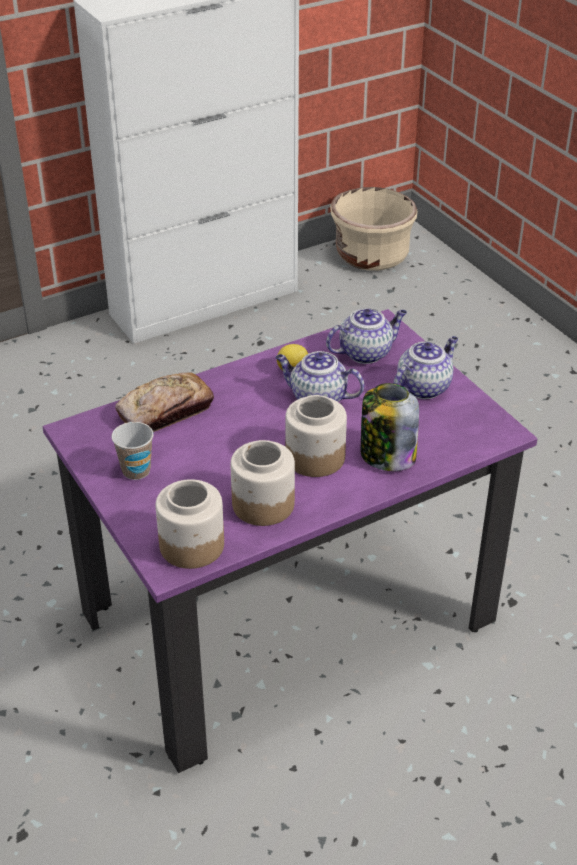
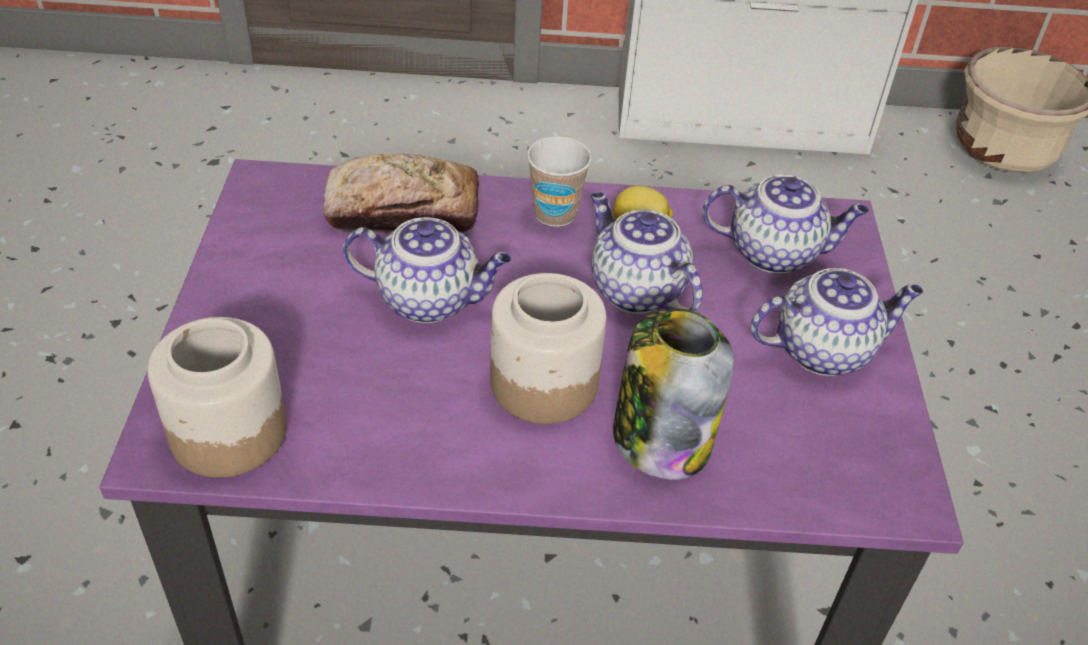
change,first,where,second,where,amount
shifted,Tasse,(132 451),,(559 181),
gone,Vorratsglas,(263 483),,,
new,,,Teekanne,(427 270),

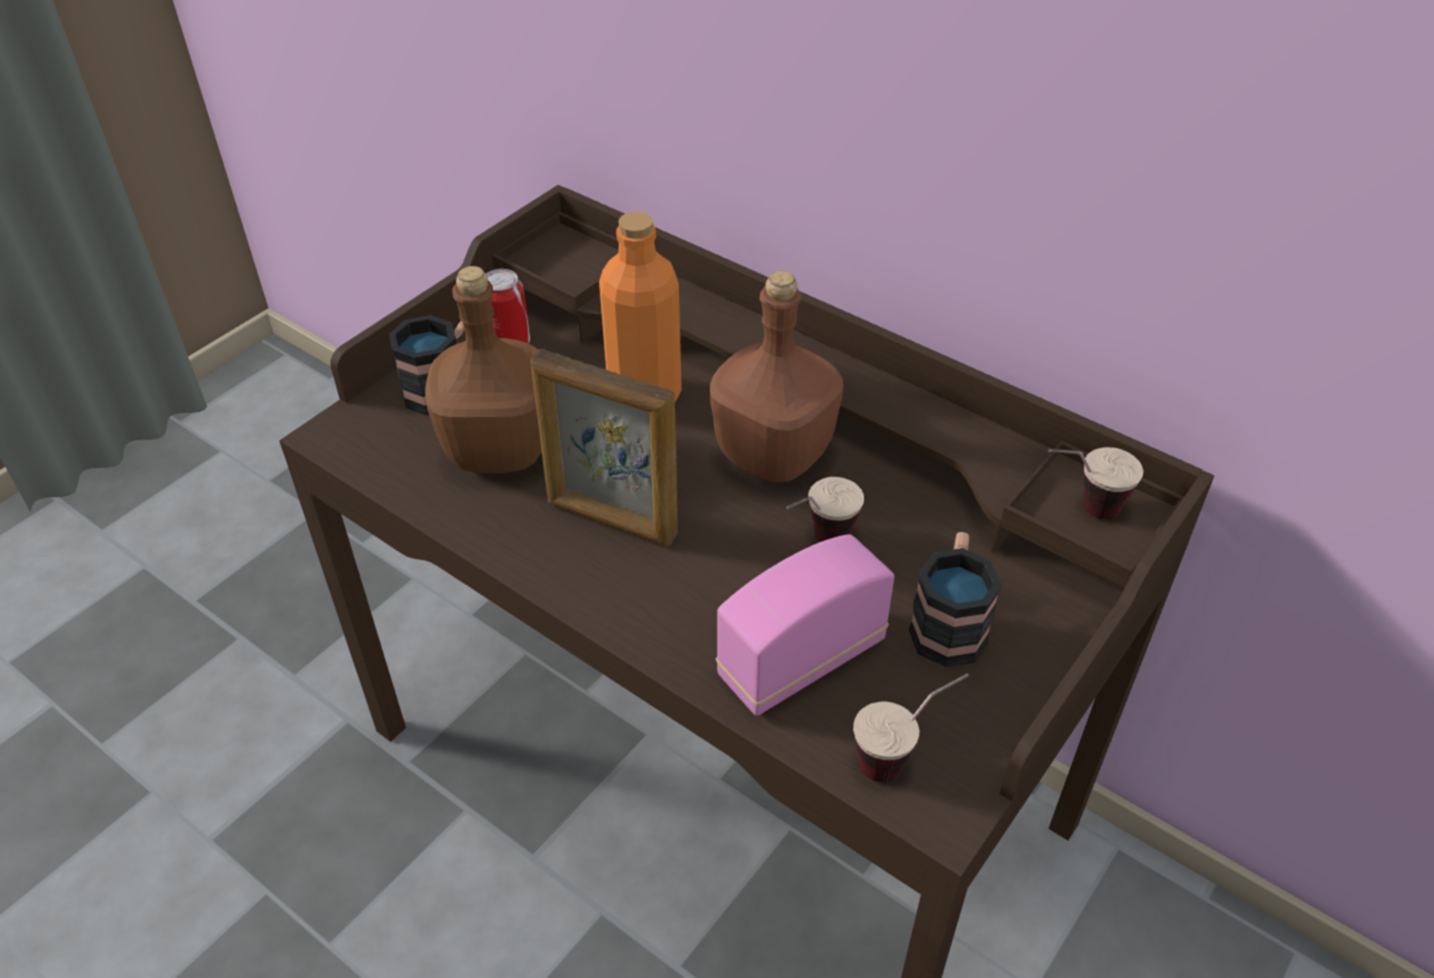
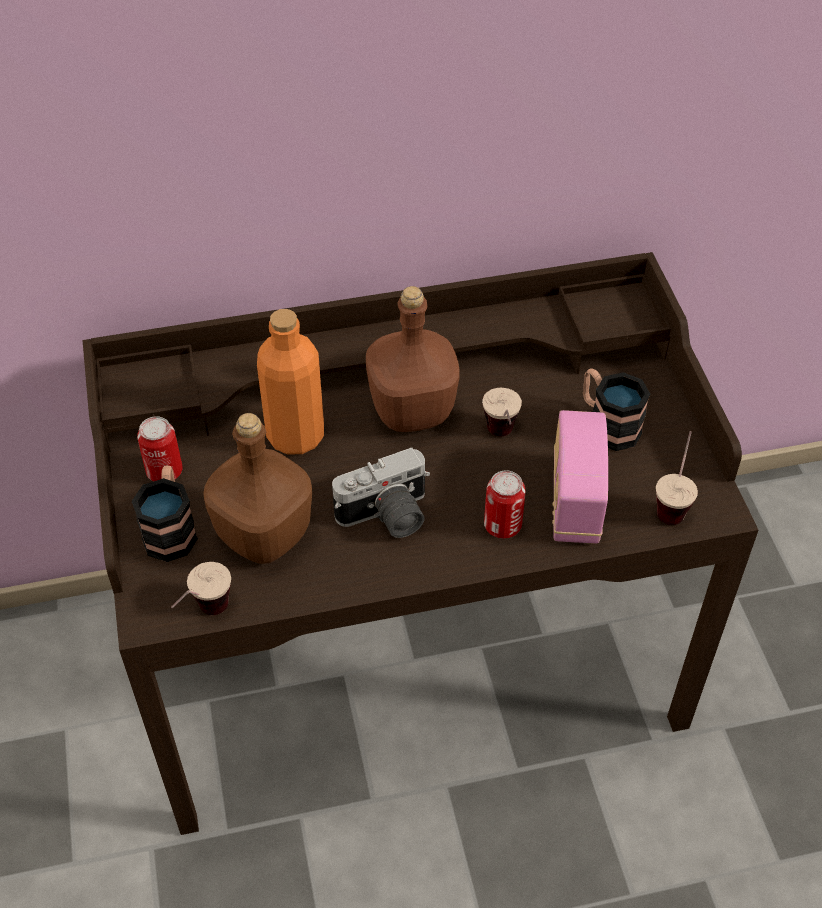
change,first,where,second,where,amount
swapped,Bilderrahmen,(604 447),Kamera,(381 493),
shifted,Tasse,(1095 483),,(201 588),
new,,,Dose,(504 504),

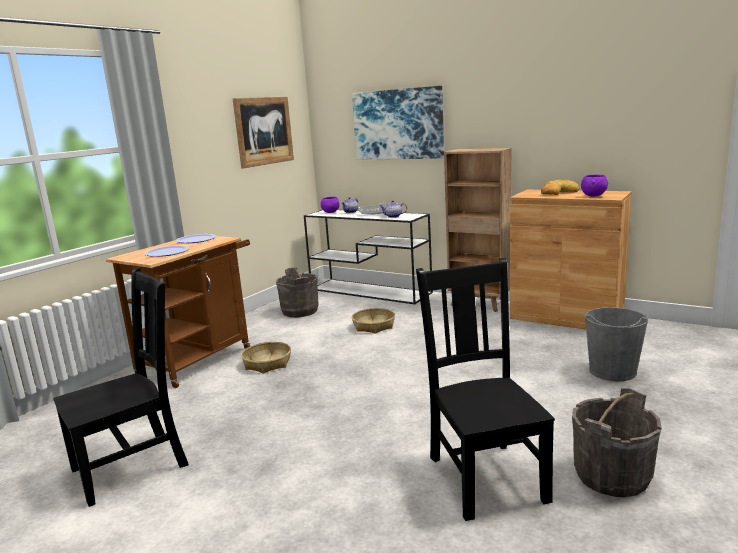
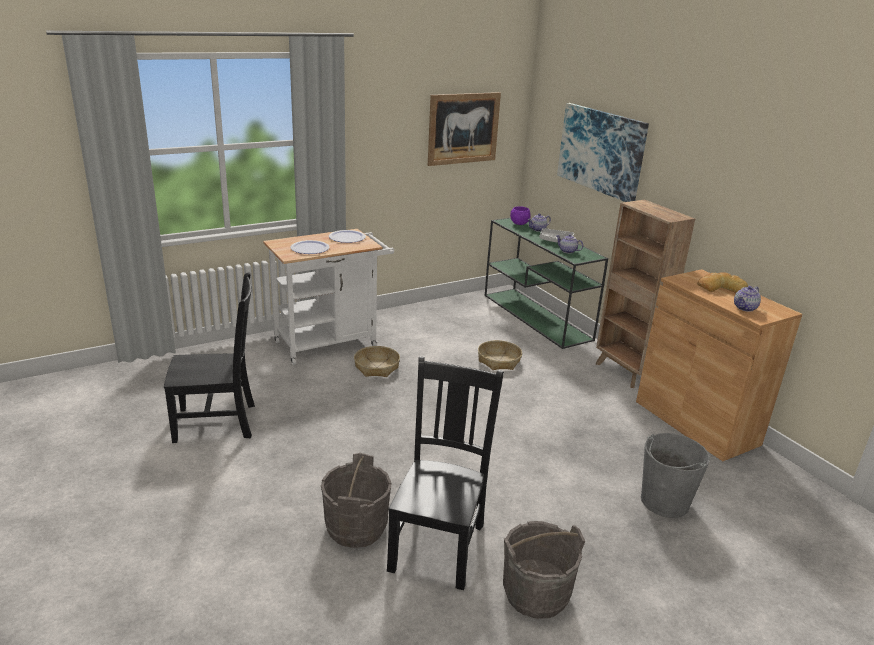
change,first,where,second,where,amount
swapped,Schüssel (lila),(594 186),Teekanne,(747 299),
repainted,Konsolentisch (weiß),(368 257),Konsolentisch (grün),(546 283),
repainted,Rollwagen (braun),(178 312),Rollwagen (weiß),(328 297),
shifted,Eimer (grau),(297 292),,(356 500),

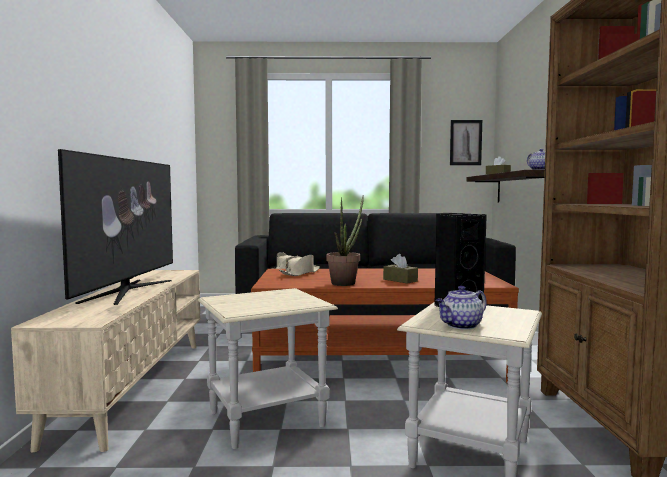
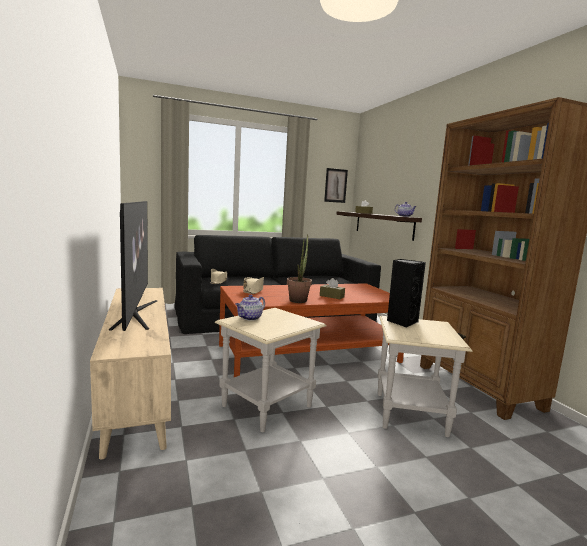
change,first,where,second,where,amount
shifted,Teekanne,(461 307),,(250 308),

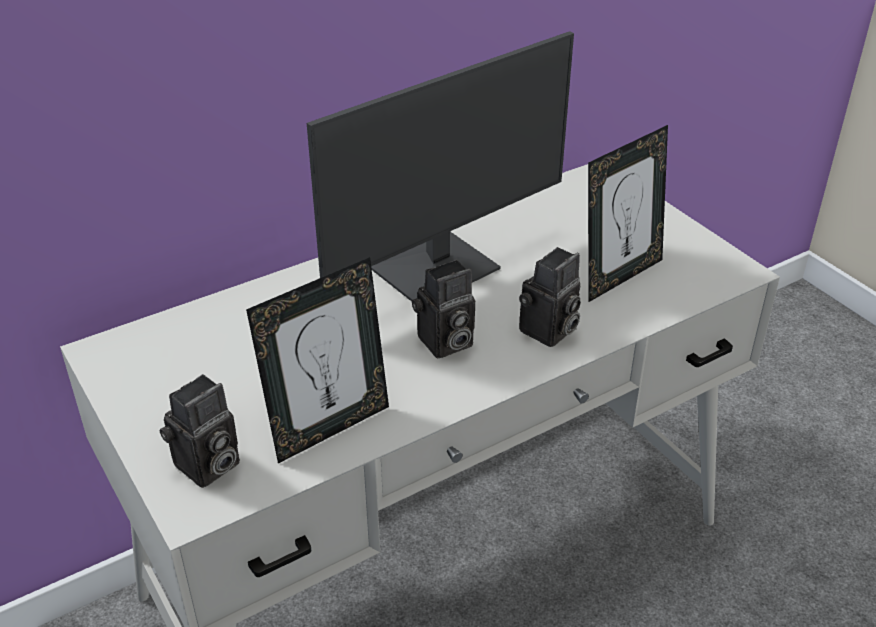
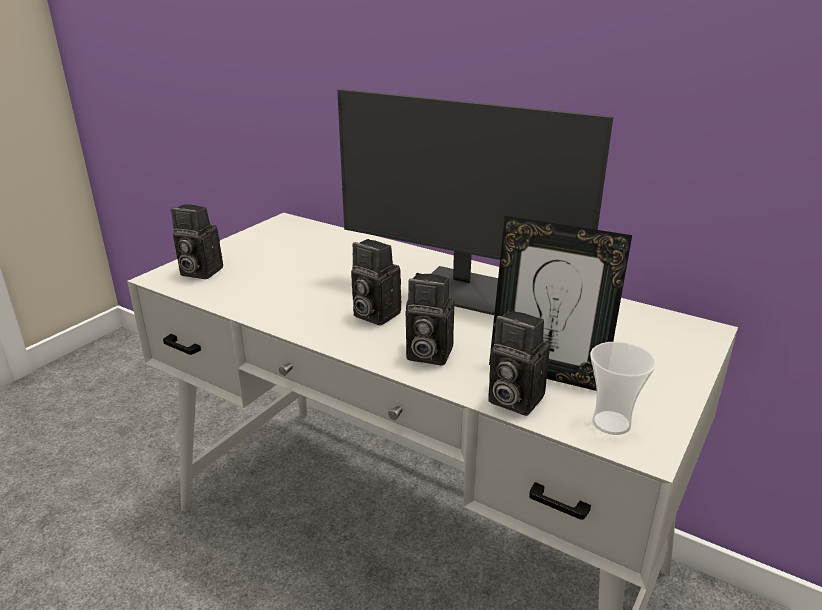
change,first,where,second,where,amount
gone,Bilderrahmen,(317 360),,,
new,,,Kamera,(519 362),
new,,,Tasse,(623 388),

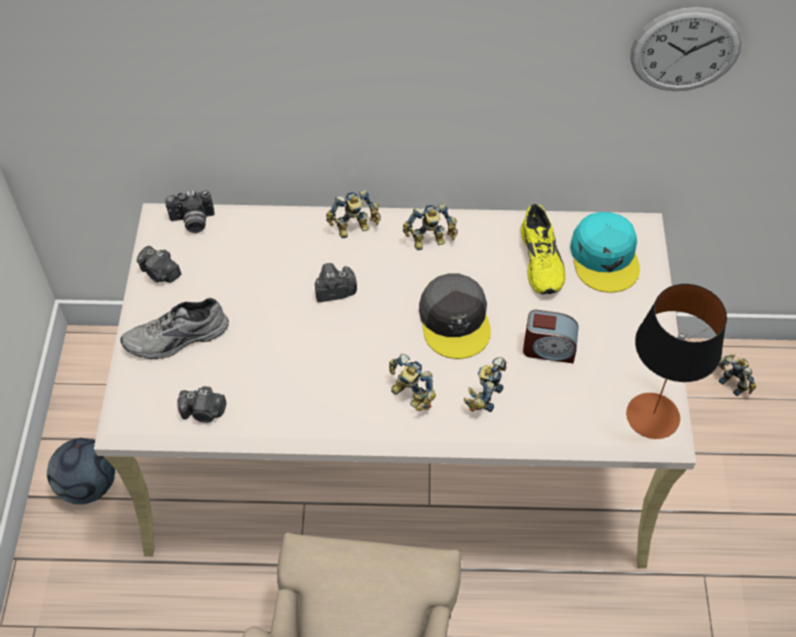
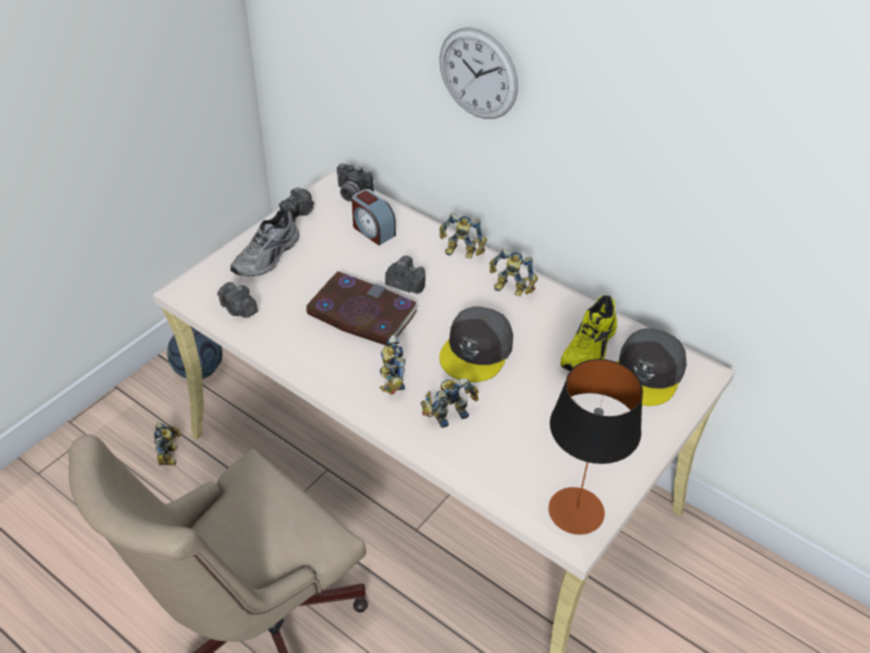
change,first,where,second,where,amount
shifted,Wanduhr,(686 49),,(478 73),
repainted,Kappe (türkis),(605 252),Kappe (grau),(652 367),
rotated,Kamera,(159 264),,(296 204),120 degrees counterclockwise
rotated,Schuh (grau),(174 328),,(264 242),75 degrees counterclockwise
shifted,Wecker,(550 336),,(374 217),
shifted,Spielzeugroboter,(737 375),,(167 443),
new,,,Buch,(362 308),

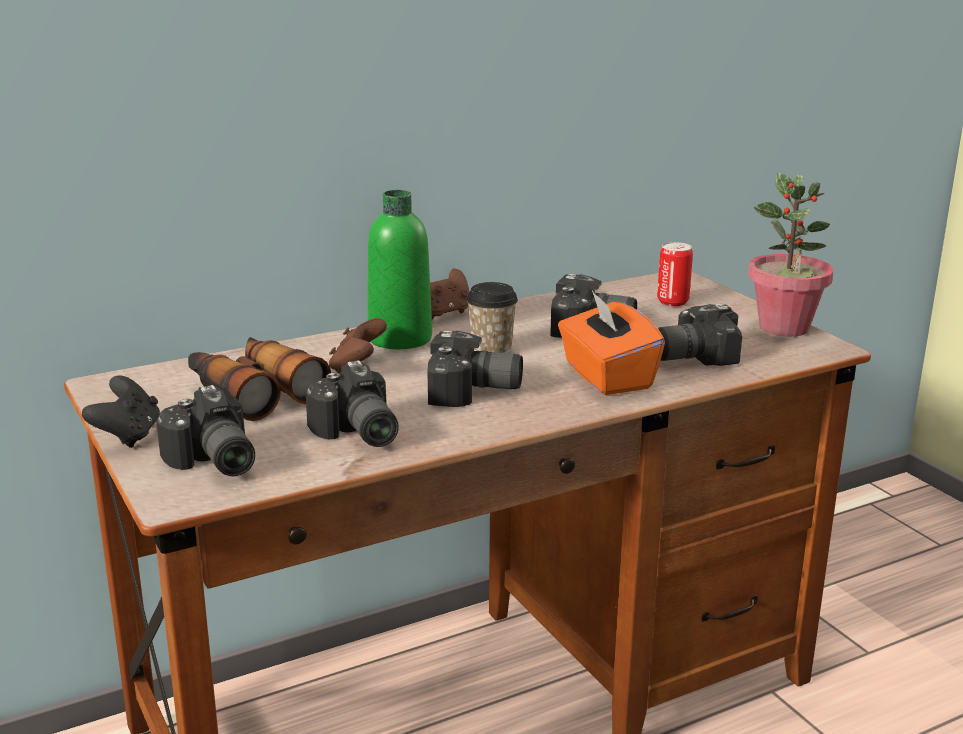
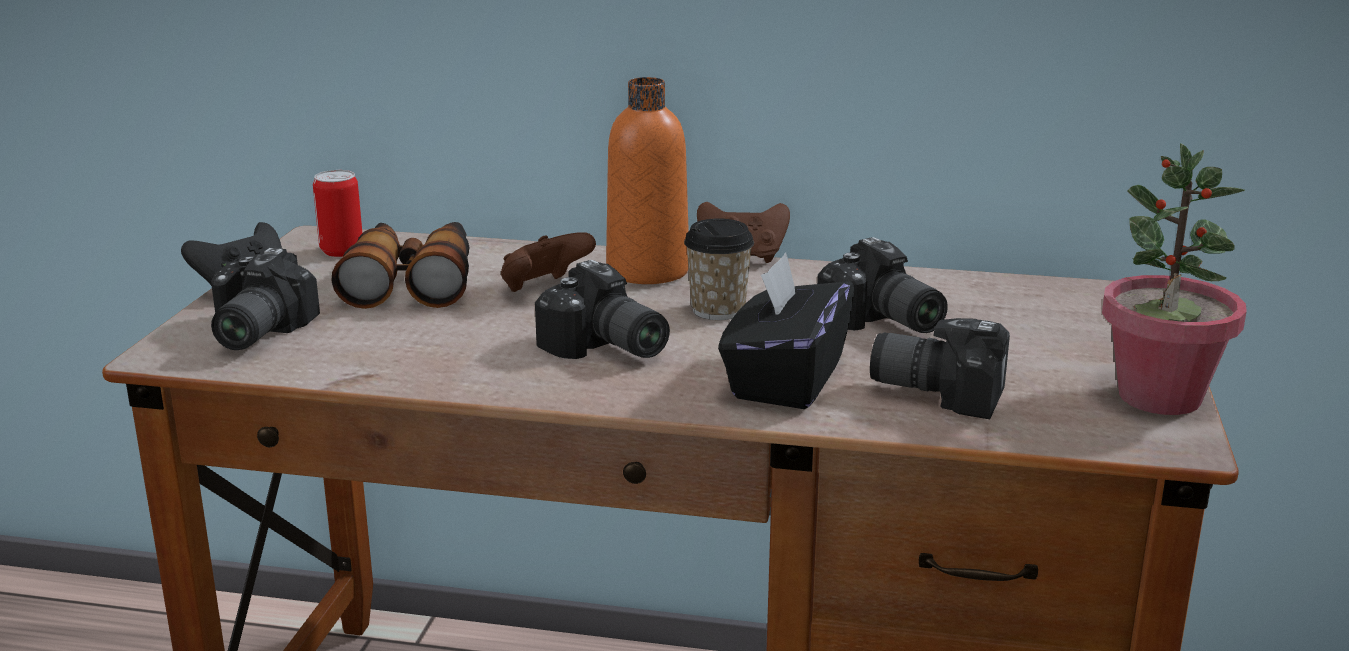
change,first,where,second,where,amount
repainted,Flasche (grün),(400 269),Flasche (orange),(647 180),
shifted,Dose,(675 274),,(337 213),
repainted,Taschentuchbox (orange),(611 343),Taschentuchbox (schwarz),(786 331),
gone,Kamera,(352 403),,,

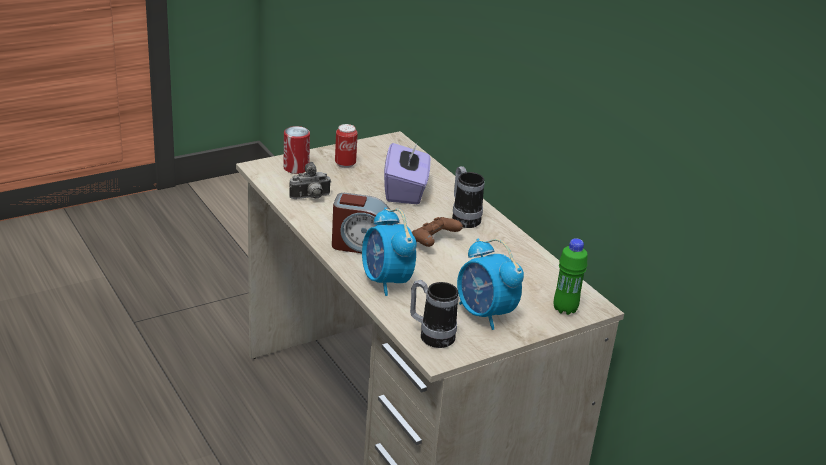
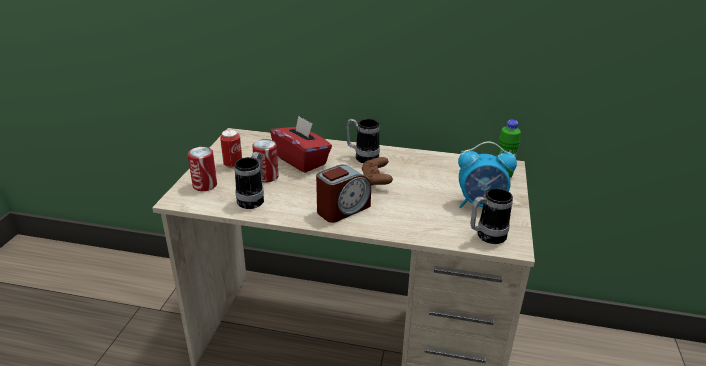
change,first,where,second,where,amount
repainted,Taschentuchbox (lila),(407 172),Taschentuchbox (rot),(301 144),
swapped,Kamera,(310 180),Henkelbecher,(249 180),
gone,Wecker,(389 251),,,
new,,,Dose,(265 161),

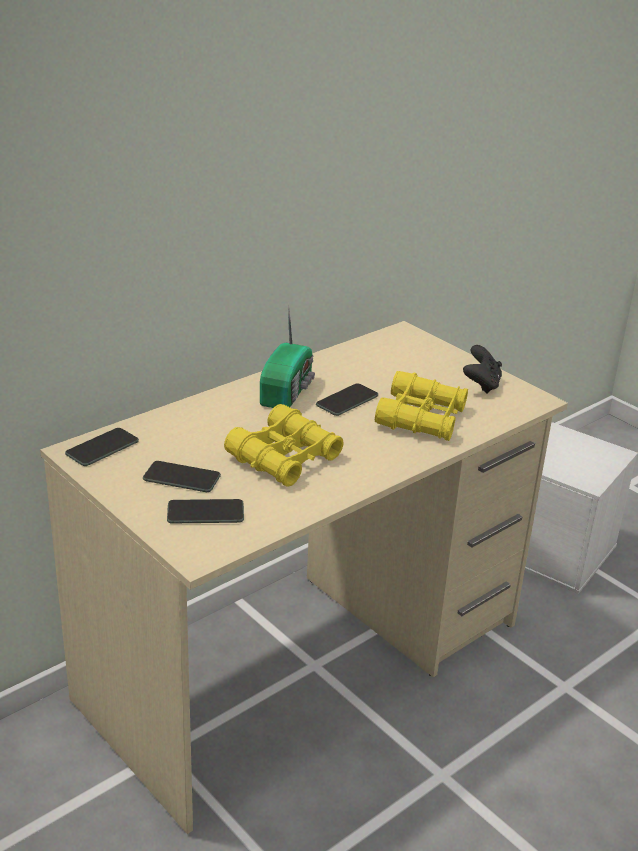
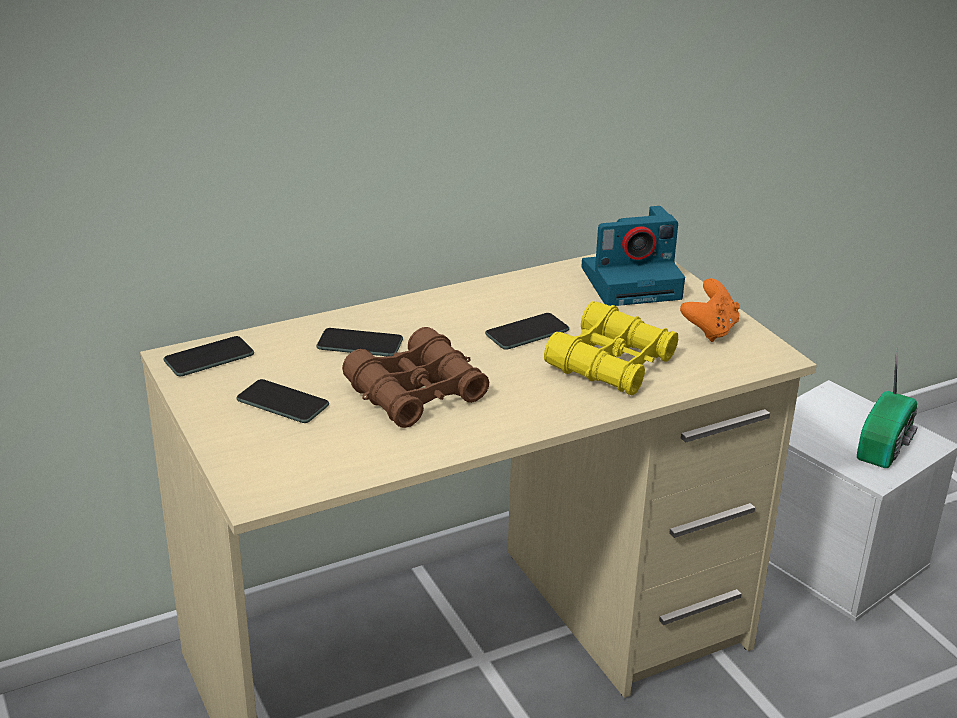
change,first,where,second,where,amount
shifted,Radio,(287 354),,(887 407),
repainted,Gamepad (schwarz),(482 369),Gamepad (orange),(710 310),
repainted,Fernglas (gelb),(284 445),Fernglas (braun),(415 377),
shifted,Handy,(205 511),,(359 342),
new,,,Kamera,(633 256),

